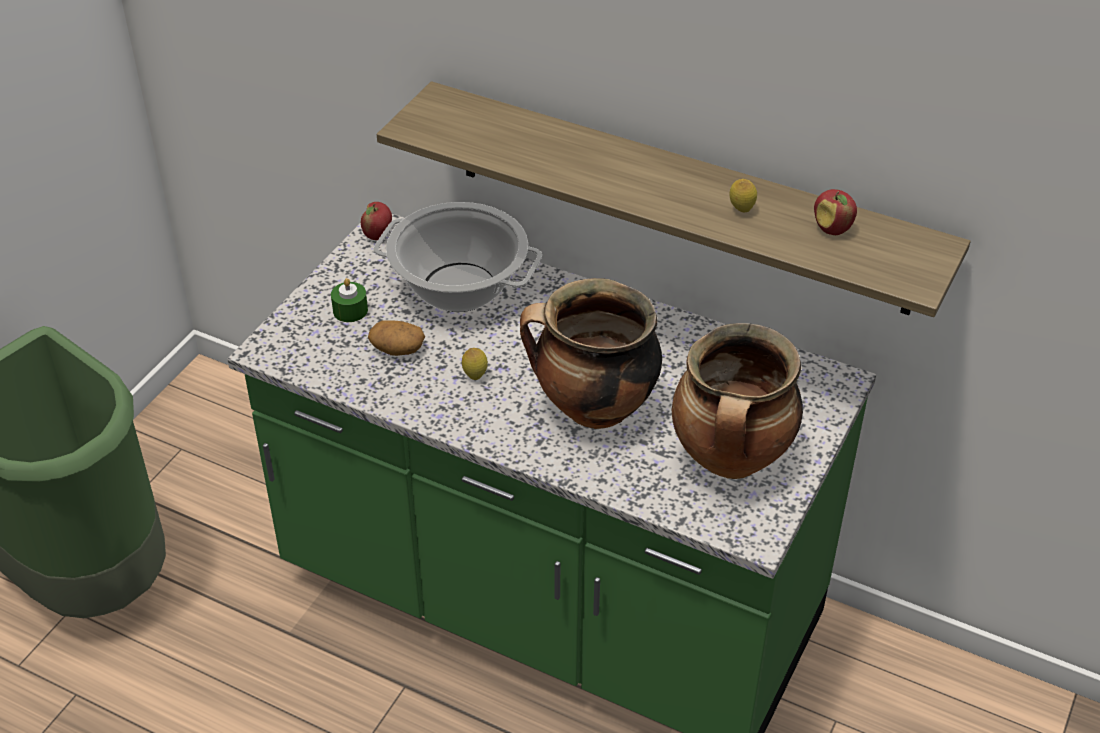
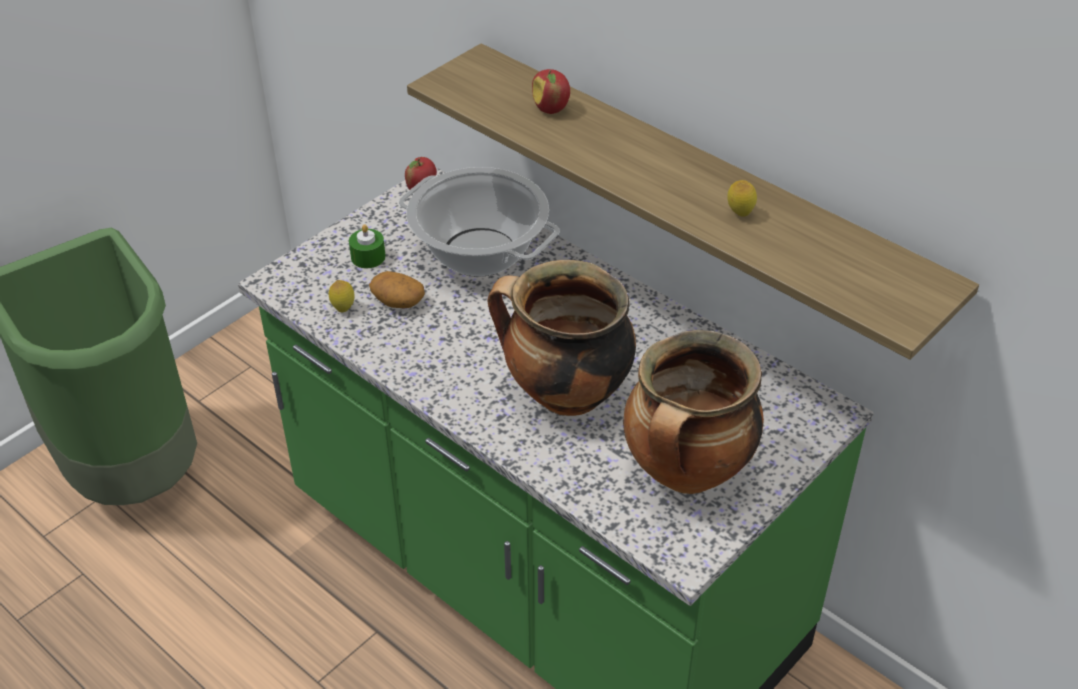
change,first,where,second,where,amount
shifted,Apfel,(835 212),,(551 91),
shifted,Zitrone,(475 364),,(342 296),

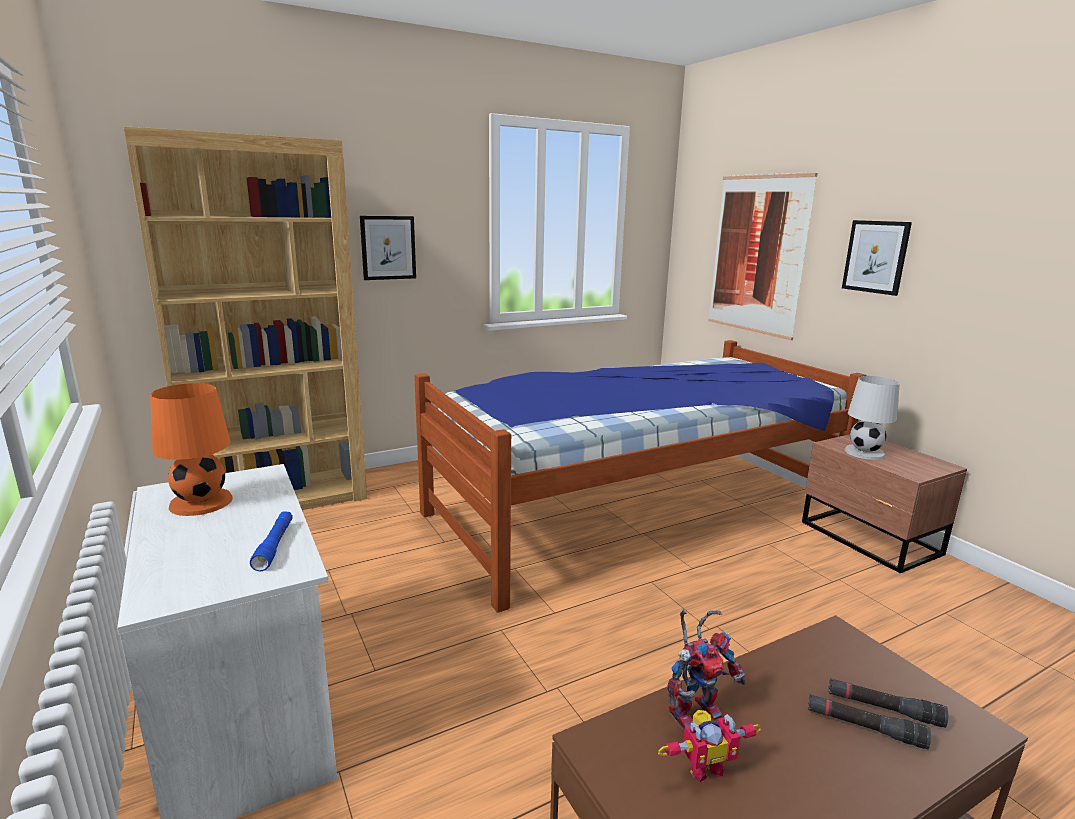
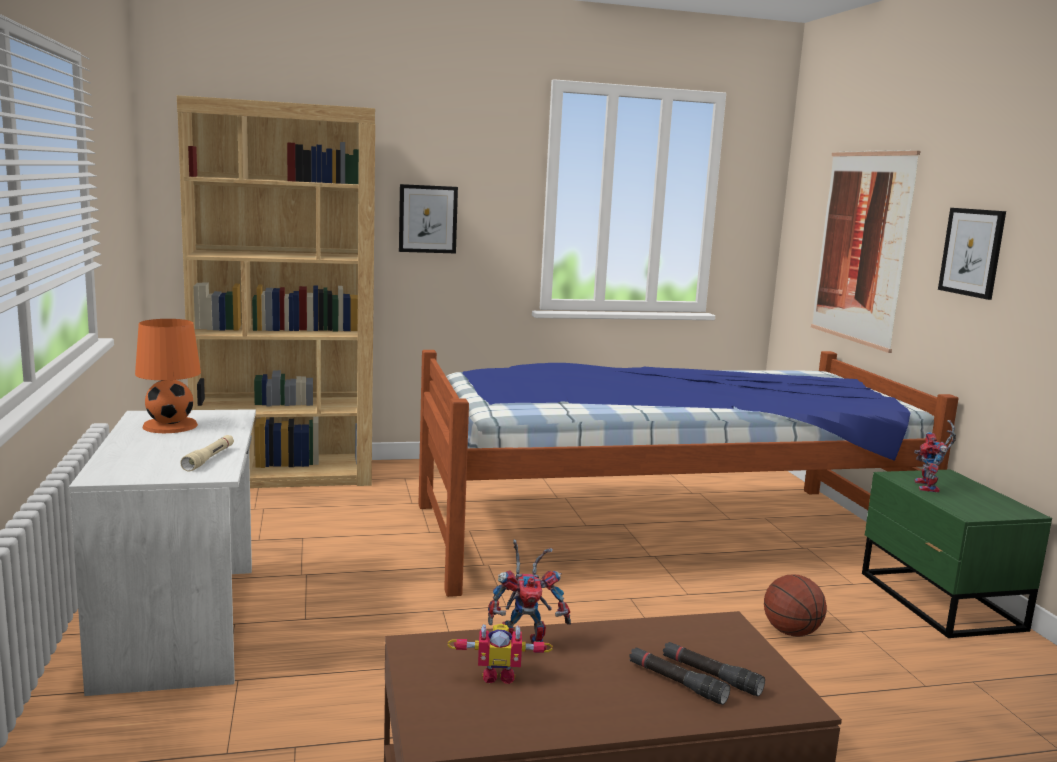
change,first,where,second,where,amount
swapped,Tischlampe (weiß),(872 418),Spielzeugroboter,(935 456),
repainted,Nachttisch (braun),(884 503),Nachttisch (grün),(957 553),
repainted,Taschenlampe (blau),(271 541),Taschenlampe (beige),(207 453),
new,,,Basketball,(795 606),

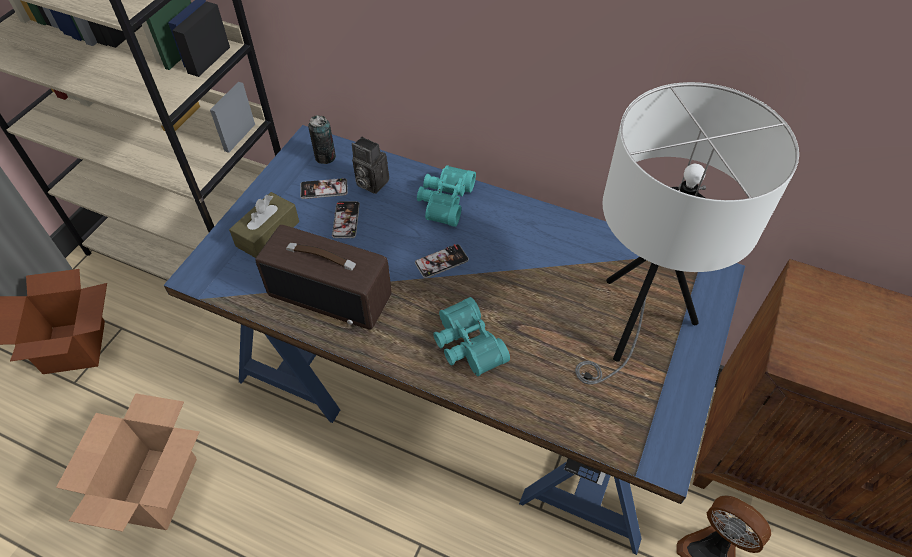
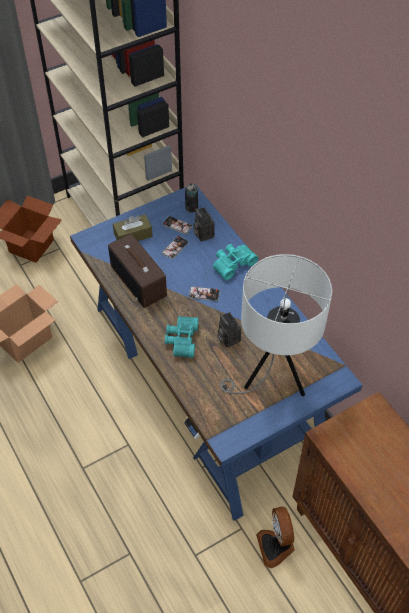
change,first,where,second,where,amount
new,,,Kamera,(229 330),

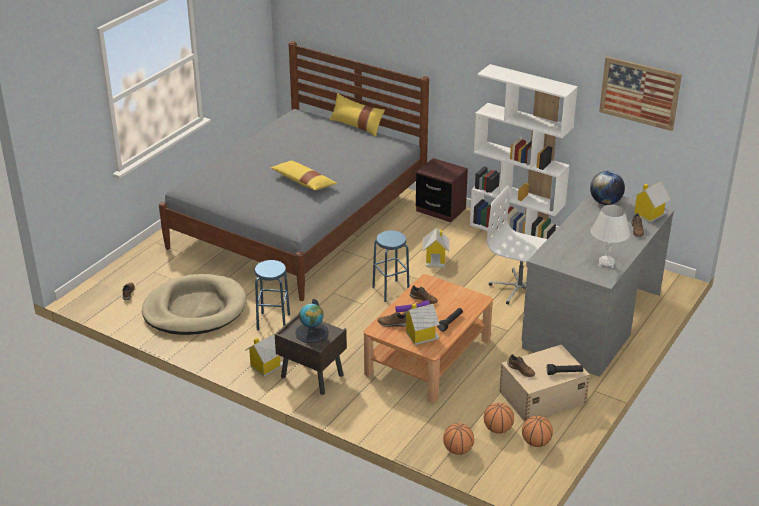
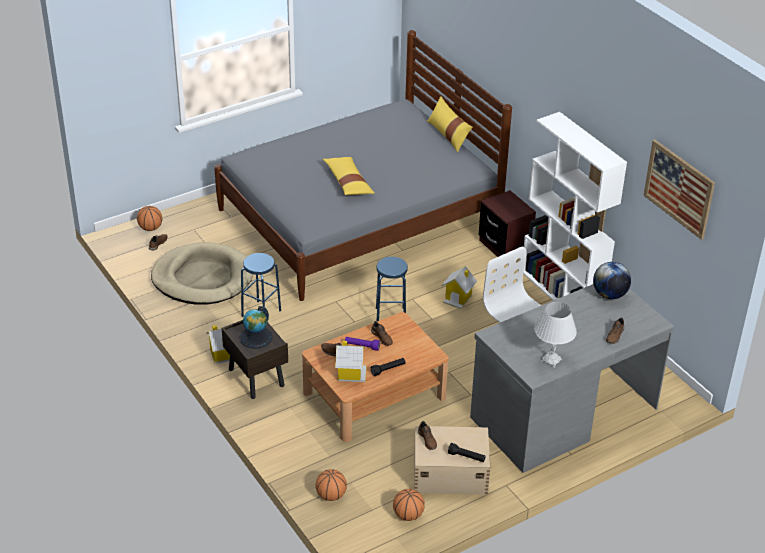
change,first,where,second,where,amount
gone,Spielzeughaus,(651 202),,,
shifted,Basketball,(499 418),,(149 218),

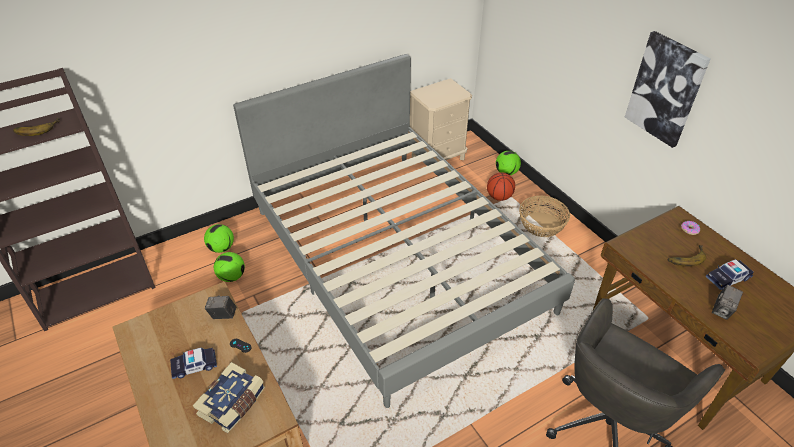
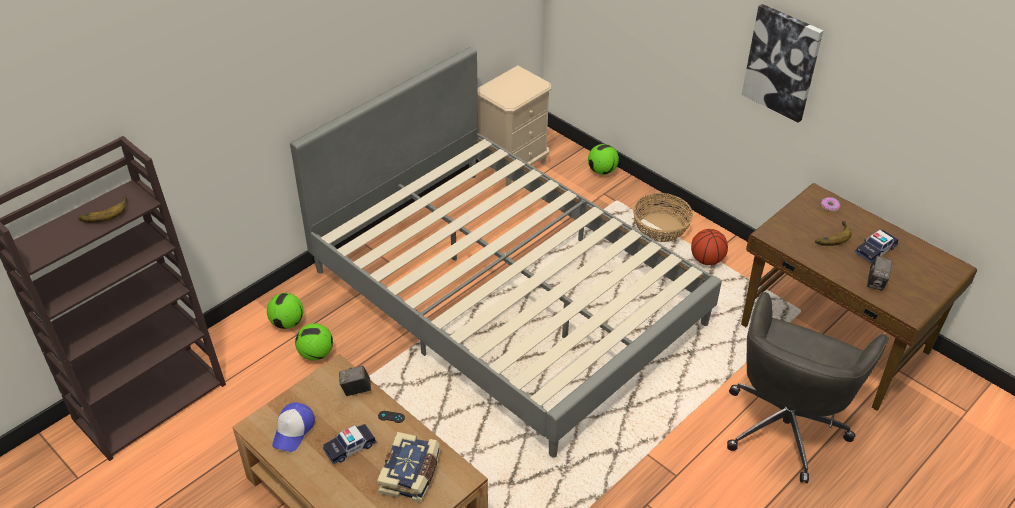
change,first,where,second,where,amount
shifted,Basketball,(501 186),,(709 247),
new,,,Kappe,(293 427),

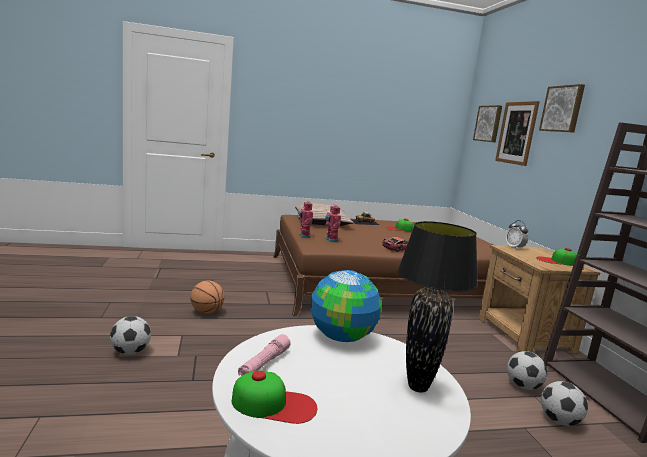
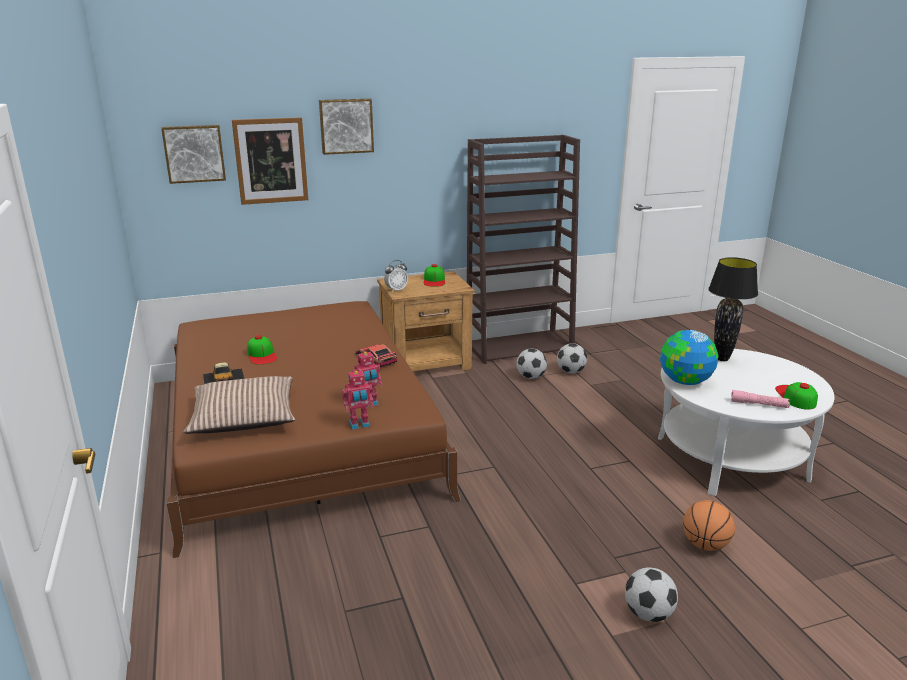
change,first,where,second,where,amount
shifted,Basketball,(207 297),,(709 525),

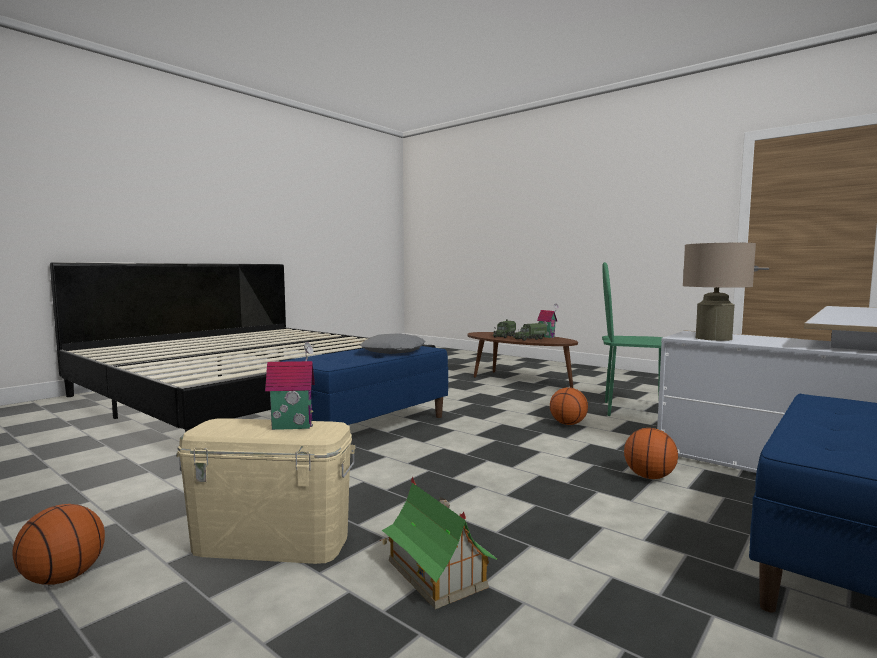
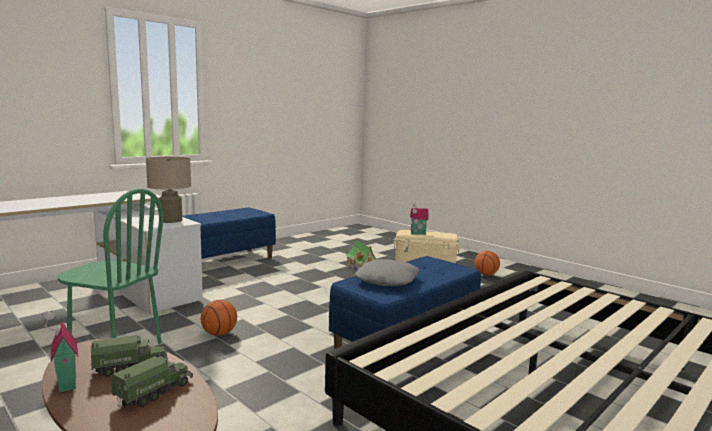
change,first,where,second,where,amount
gone,Basketball,(651 453),,,

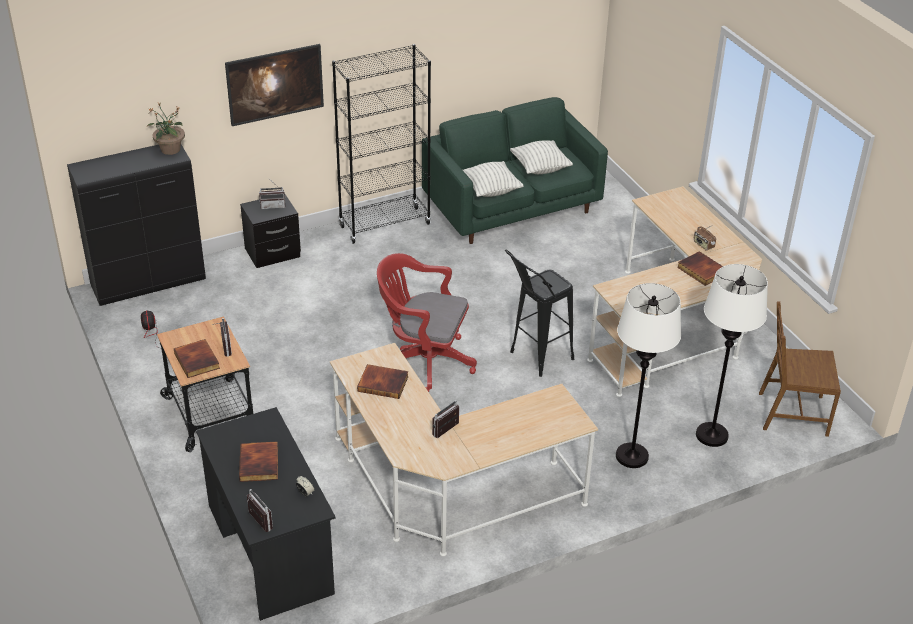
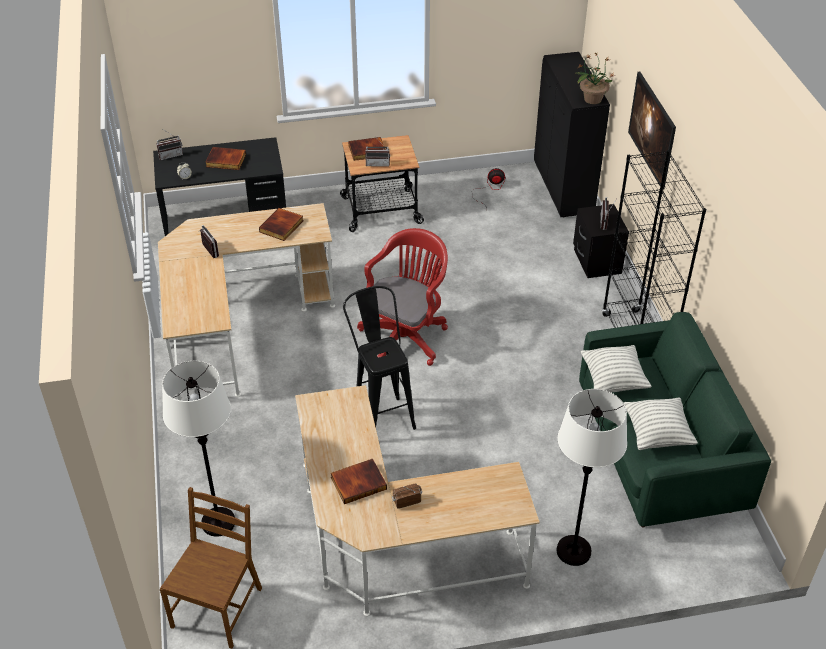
change,first,where,second,where,amount
shifted,Stehlampe (weiß),(648 375),,(592 477),

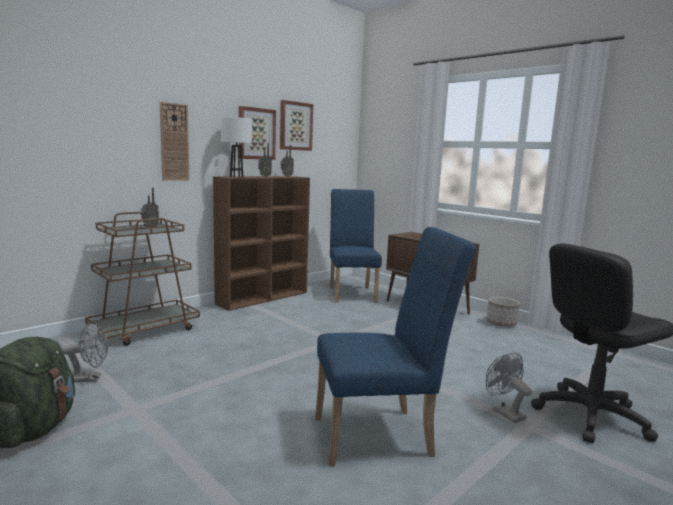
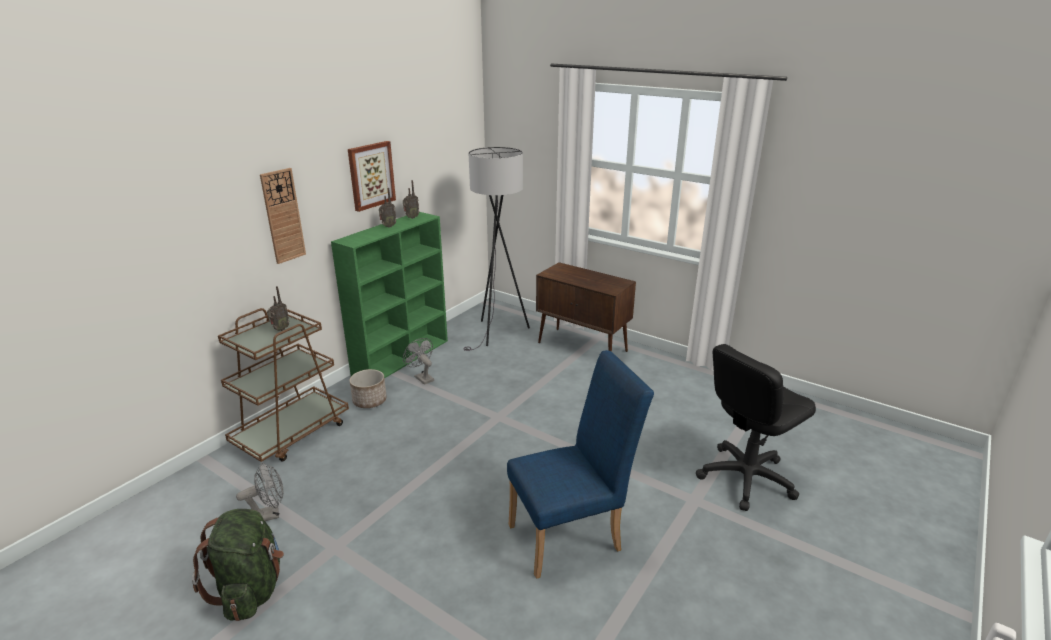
change,first,where,second,where,amount
gone,Bild,(296 125),,,
gone,Tischlampe (weiß),(236 147),,,
repainted,Bücherregal (braun),(261 243),Bücherregal (grün),(389 295),
swapped,Stuhl (blau),(356 246),Stehlampe (grau),(496 249),
shifted,Pflanzkübel,(503 312),,(368 388),
shifted,Ventilator (grau),(509 388),,(418 361),

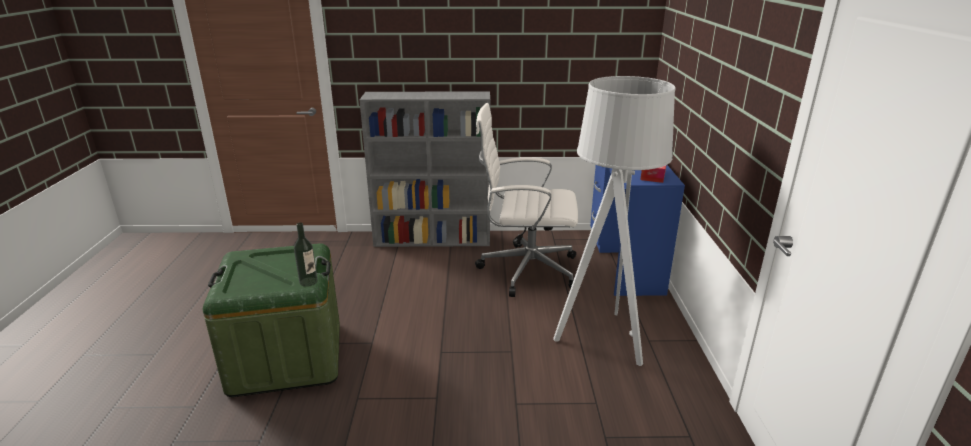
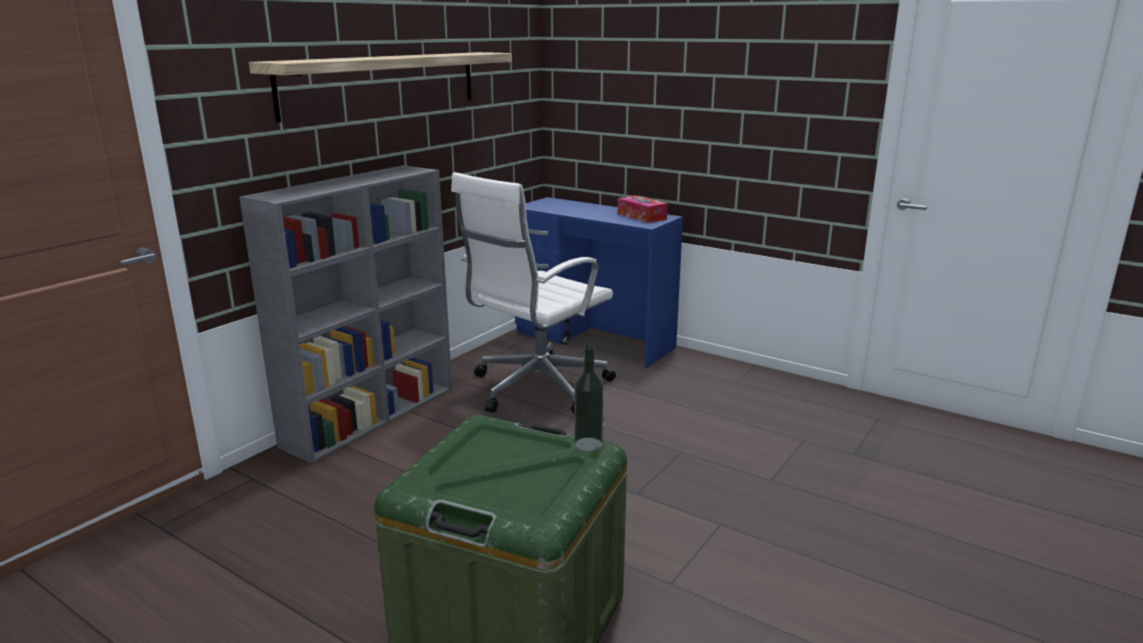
change,first,where,second,where,amount
gone,Stehlampe (grau),(614 221),,,
new,,,Wandregal,(380 87),

